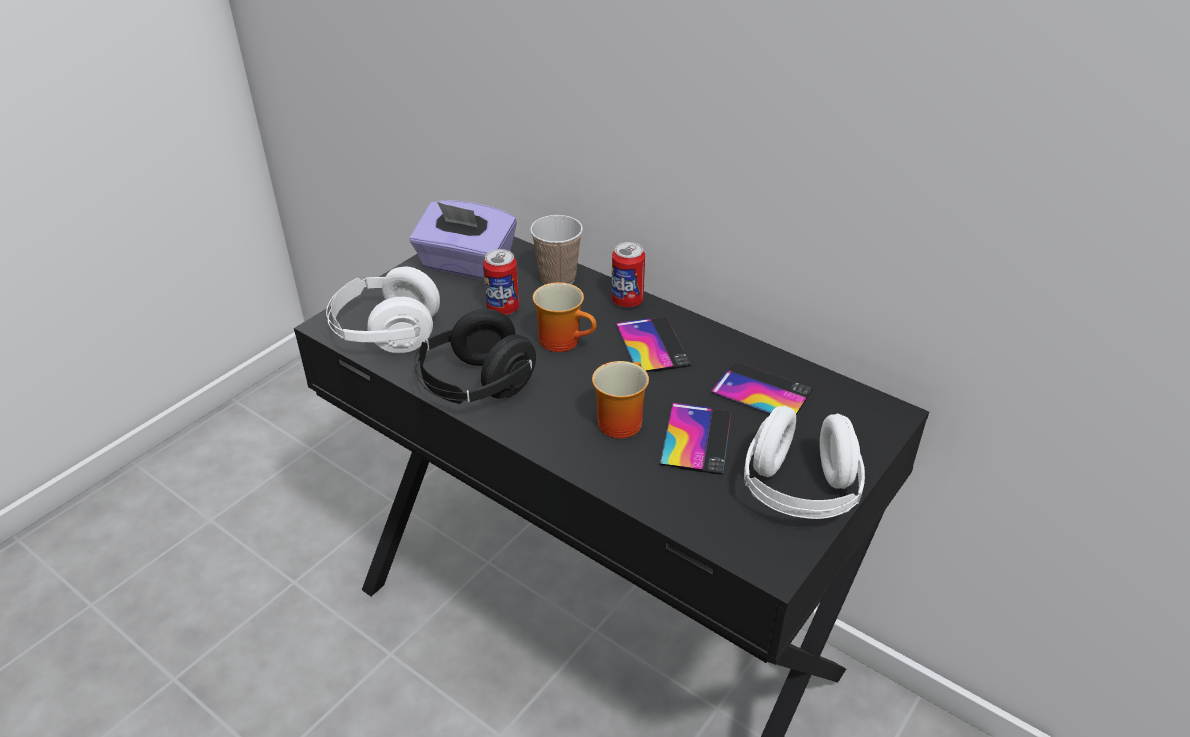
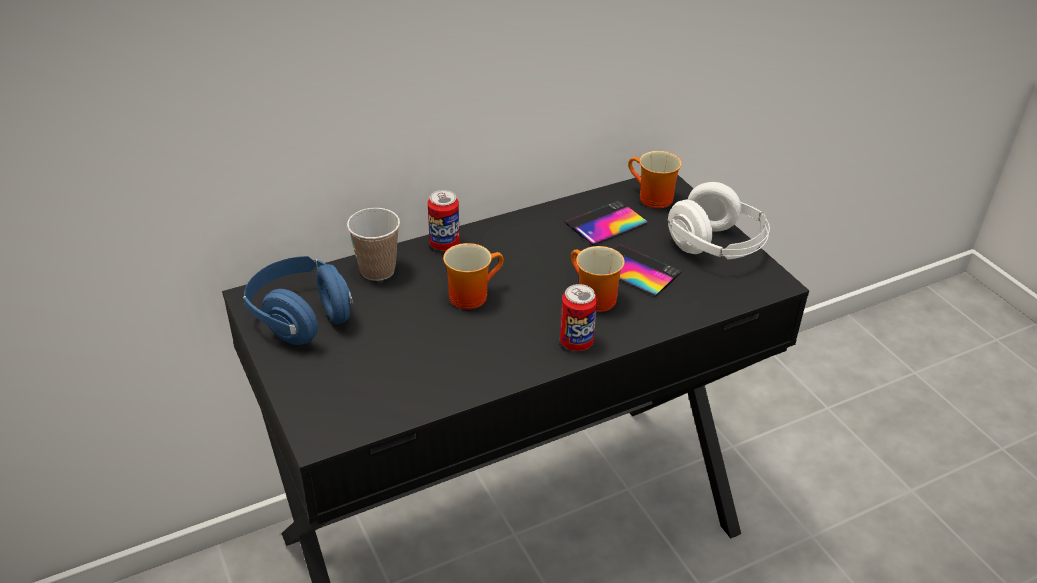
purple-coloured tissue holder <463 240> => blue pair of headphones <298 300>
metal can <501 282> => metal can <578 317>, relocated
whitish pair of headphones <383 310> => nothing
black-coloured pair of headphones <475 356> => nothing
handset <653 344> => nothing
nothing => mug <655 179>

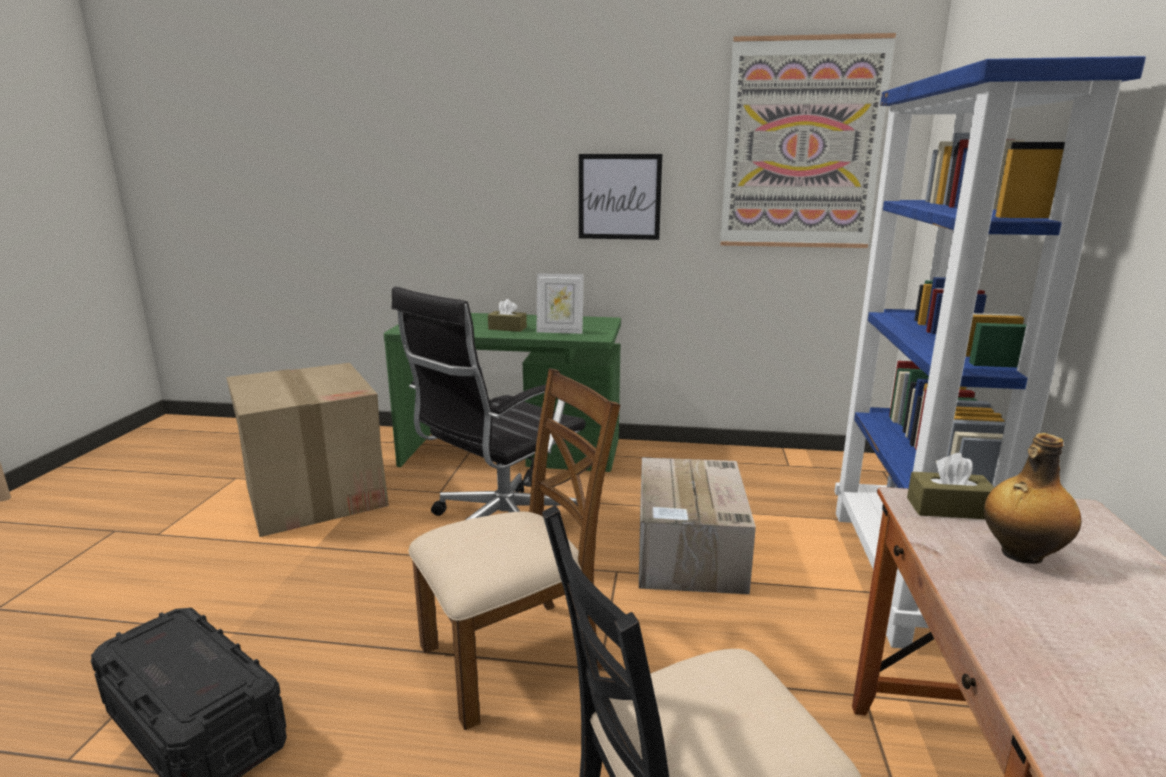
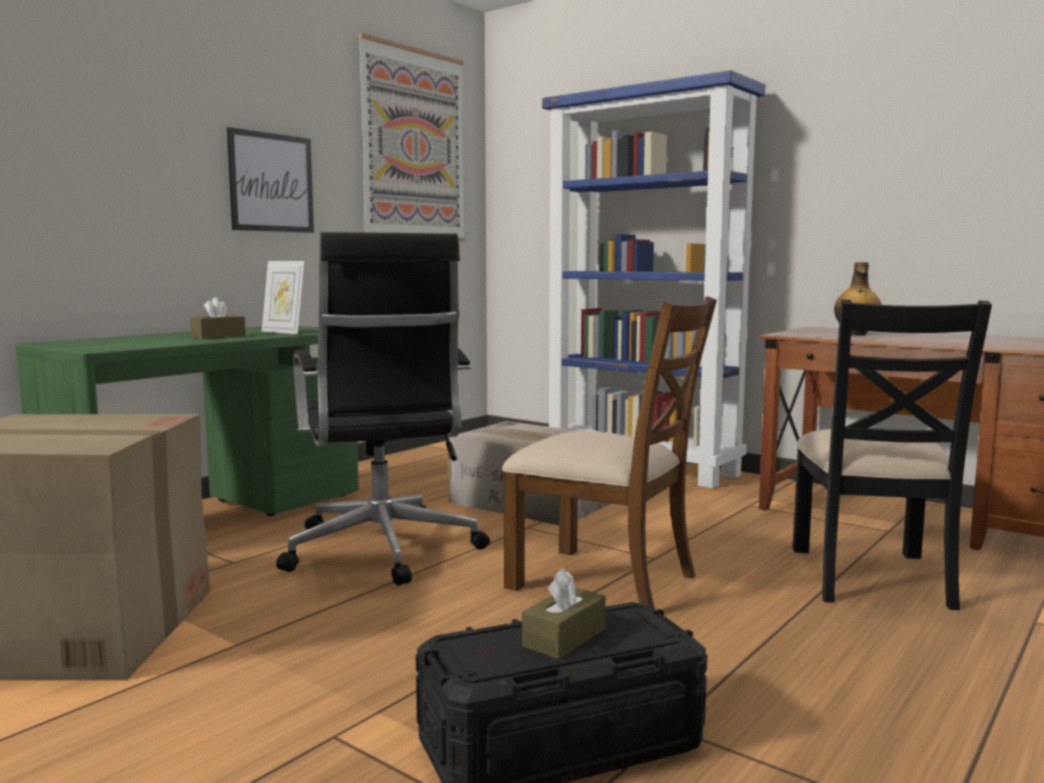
standing frame <560 303> => standing frame <283 297>, 90 degrees clockwise
brown upright chair <514 549> => brown upright chair <609 453>, 120 degrees clockwise
brown tissue holder <951 486> => brown tissue holder <564 613>, relocated

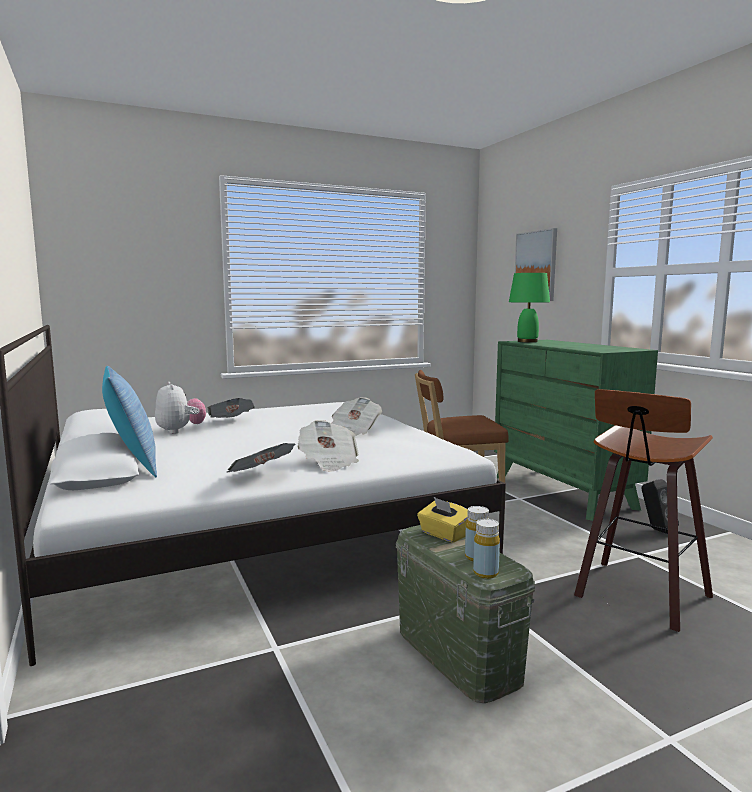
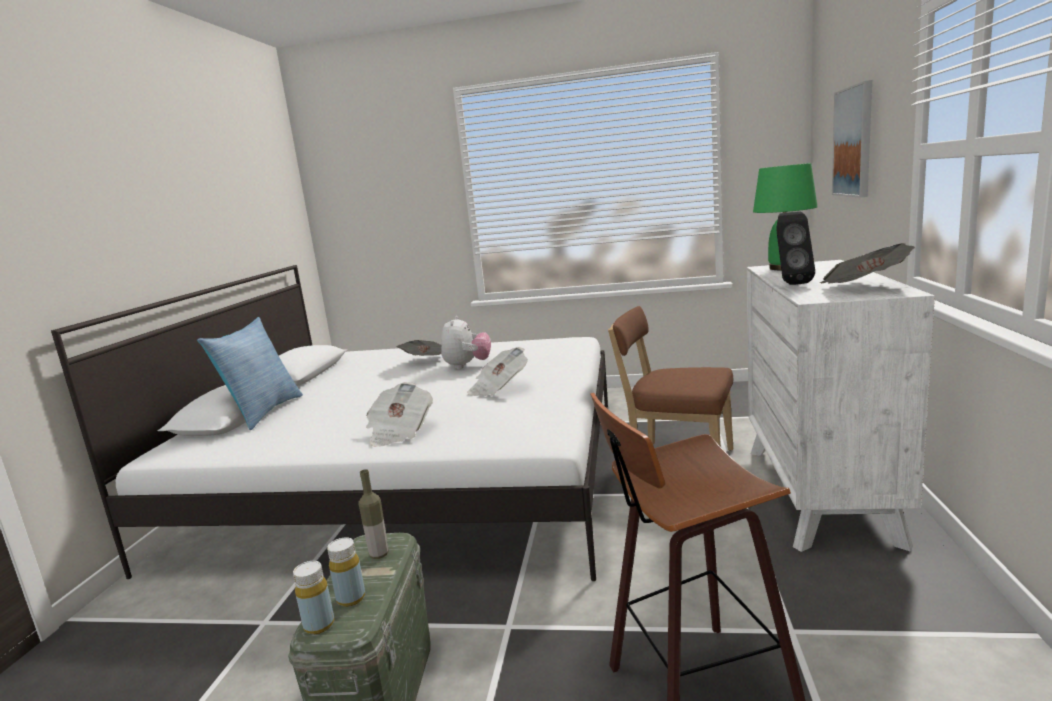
green dresser <576 430> => whitish dresser <841 406>
plush toy <180 408> => plush toy <466 342>, relocated
daily paper <261 457> => daily paper <867 263>, relocated
black-coloured speaker <660 506> => black-coloured speaker <795 248>, relocated
yellow tissue holder <442 520> => drink bottle <373 514>

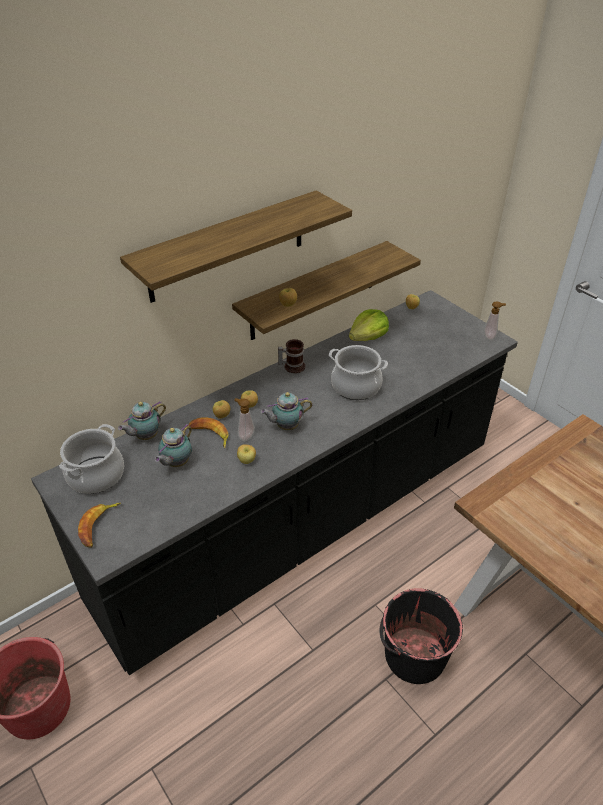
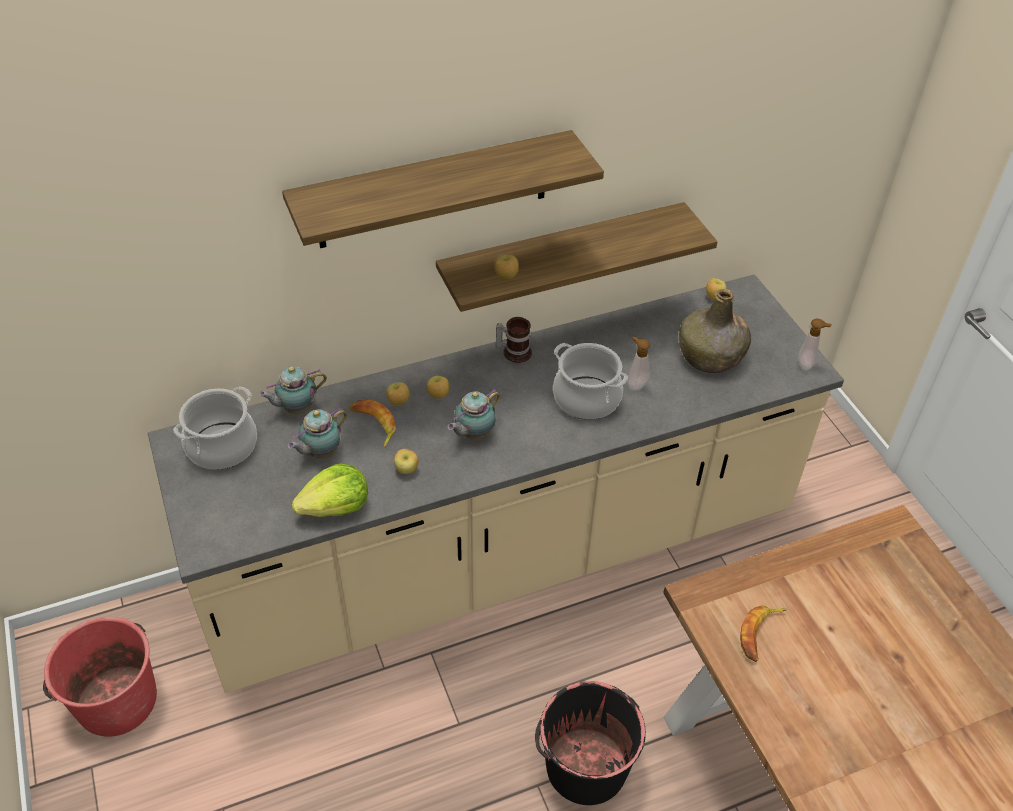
black-coloured counter <274 482> => sand-coloured counter <496 483>
lettuce head <369 325> => lettuce head <330 490>, relocated
tea pot <286 411> => tea pot <474 414>, 45 degrees counterclockwise
liquid soap bottle <244 419> => liquid soap bottle <638 363>, relocated
banana <99 525> => banana <764 633>, relocated
nothing => green drink bottle <715 331>

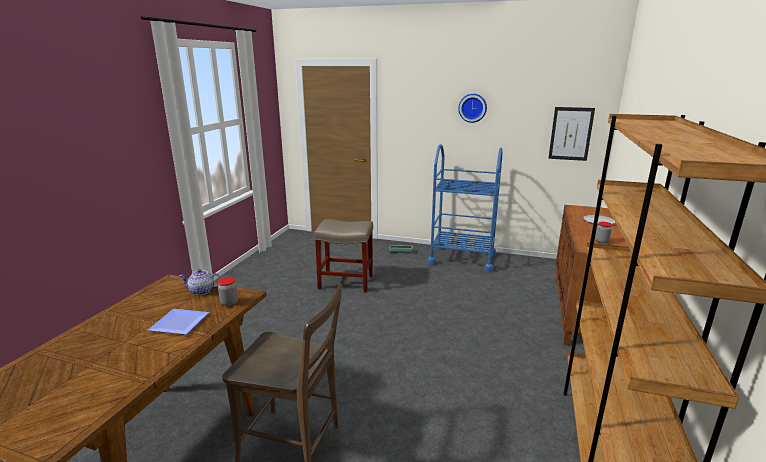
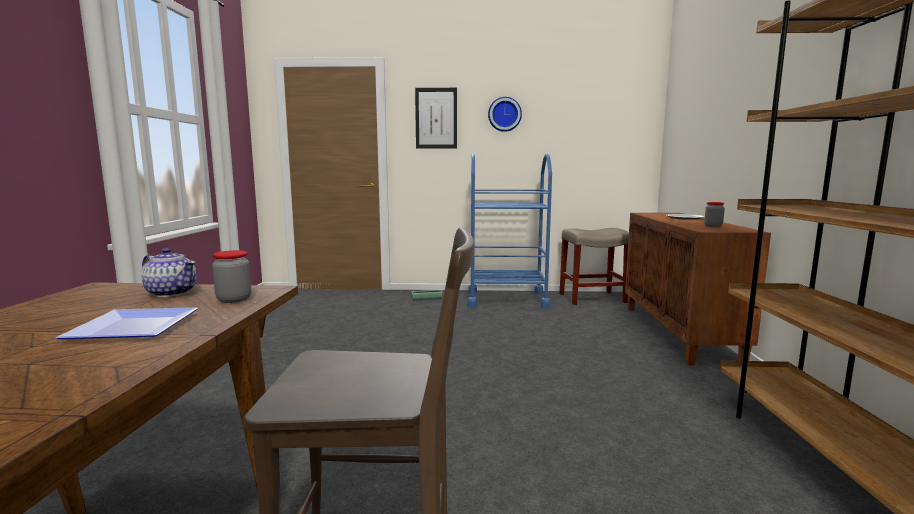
wall art <571 134> => wall art <436 118>, relocated
sand-coloured sitting stool <343 256> => sand-coloured sitting stool <594 266>, relocated
tea pot <200 282> => tea pot <169 272>, 135 degrees counterclockwise

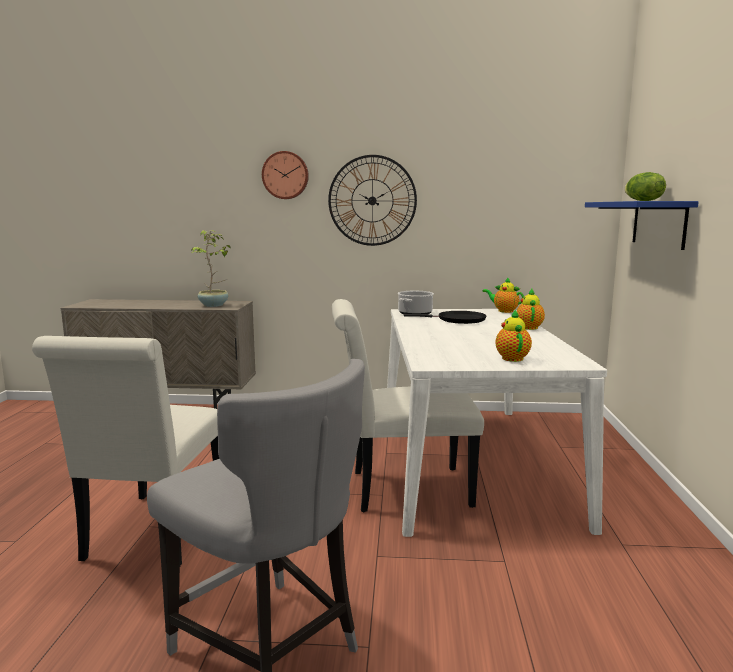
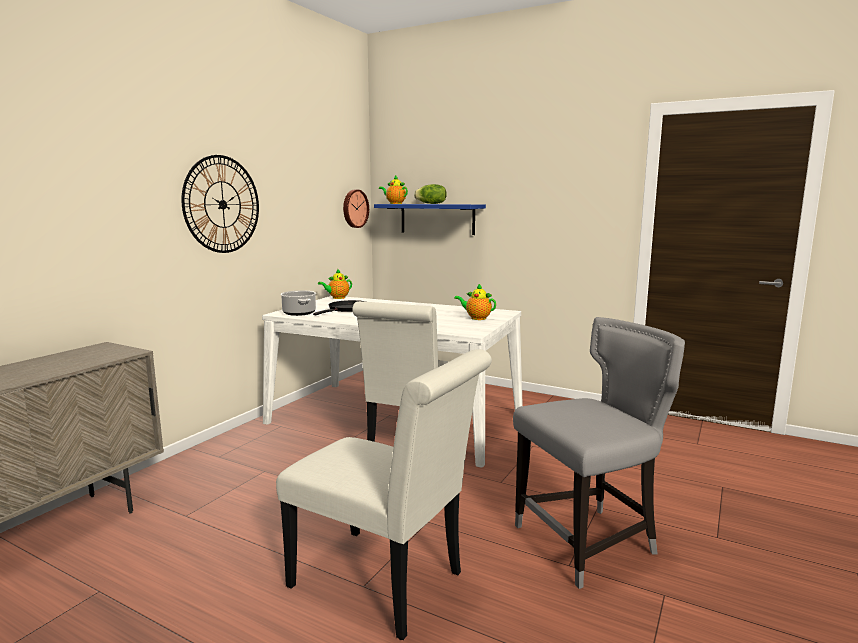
hanging clock <285 175> => hanging clock <356 209>, relocated
potted plant <211 268> => nothing
tea pot <530 309> => tea pot <393 189>, relocated

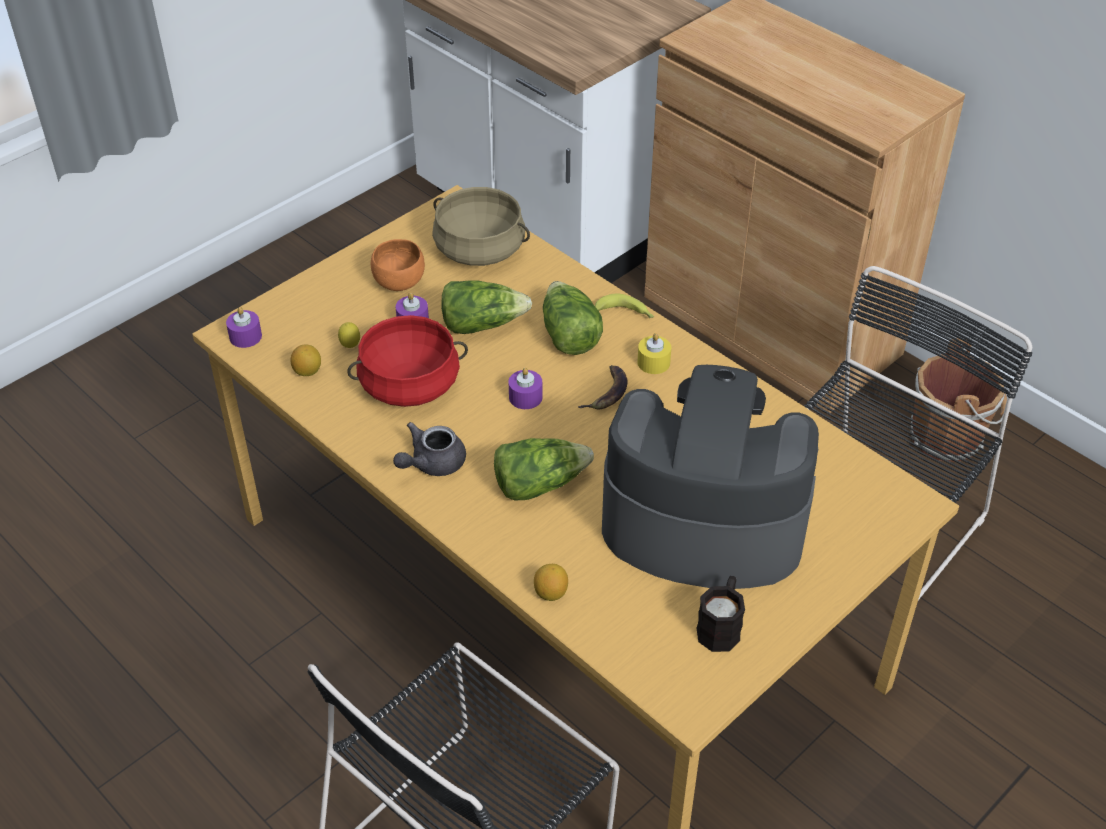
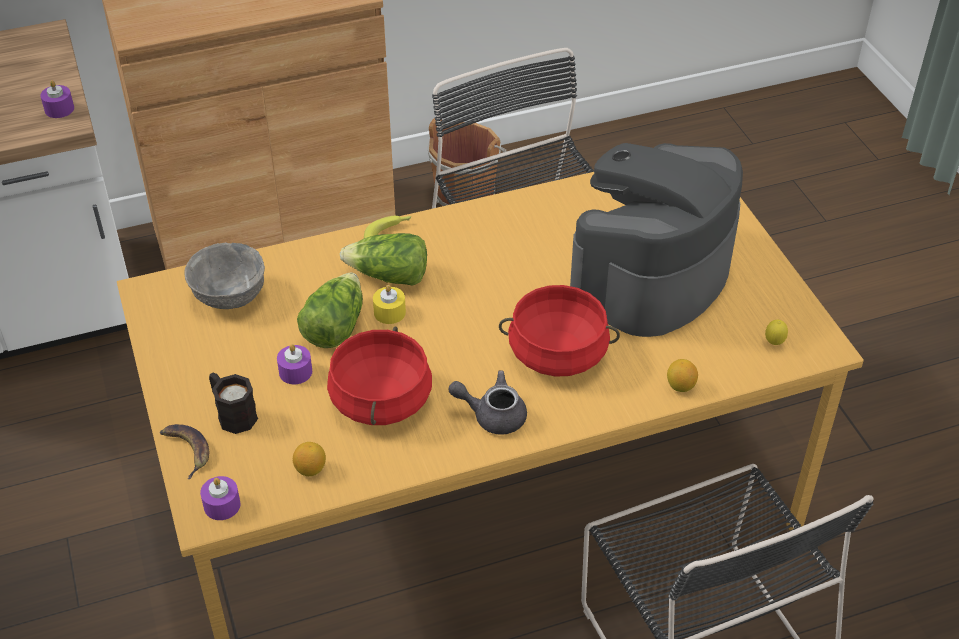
sand-coloured saucepot <481 226> => gray serving bowl <224 275>
orangey serving bowl <398 265> => nothing
whole lemon <349 335> => whole lemon <776 332>, relocated
yellow wax candle <654 353> => yellow wax candle <389 304>, relocated
banana <603 387> => banana <184 451>, relocated
purple-coloured wax candle <526 388> => purple-coloured wax candle <57 99>, relocated
gray tea pot <429 449> => gray tea pot <488 402>, 120 degrees clockwise
lettuce head <544 469> => red-coloured saucepot <559 331>
black-coloured mug <721 614> => black-coloured mug <233 403>, relocated

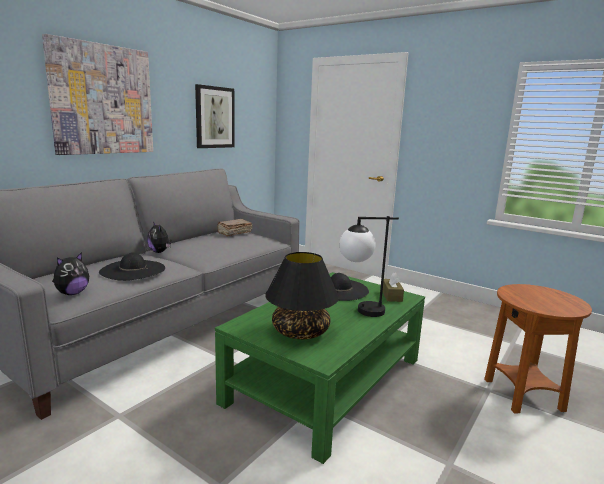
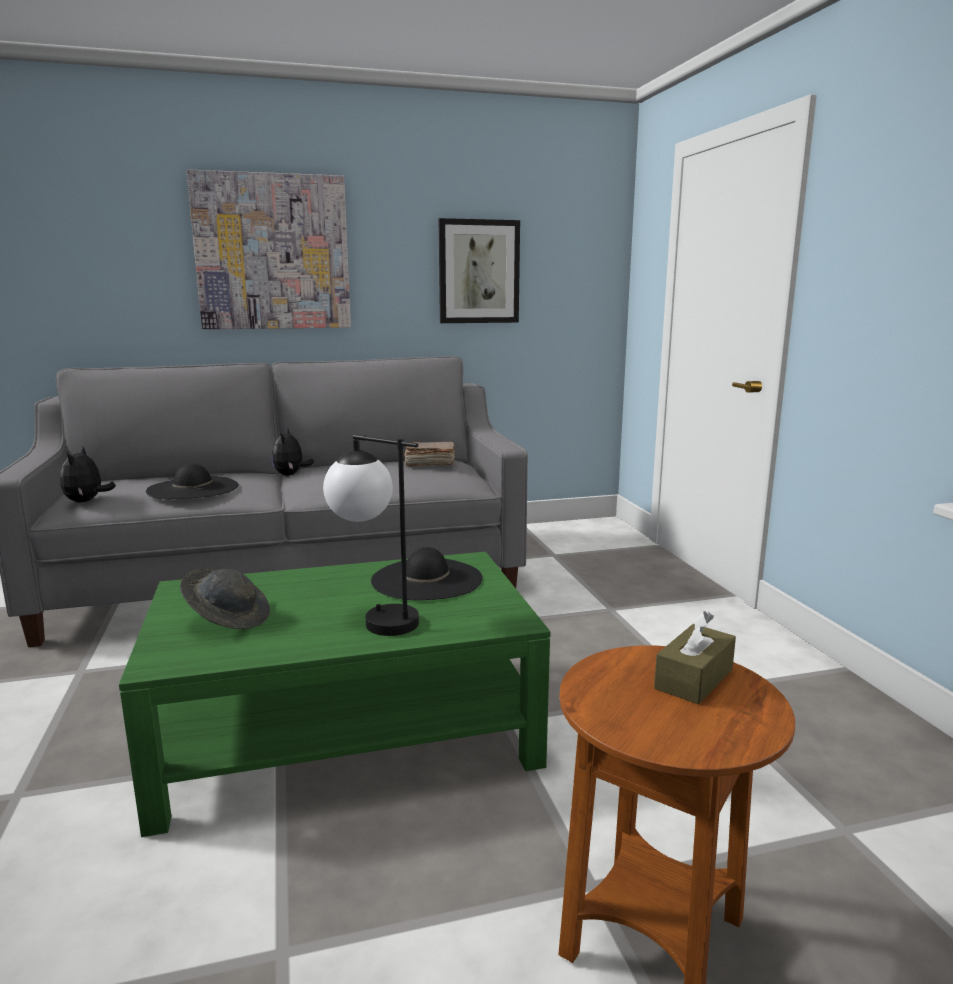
plush toy <70 273> => plush toy <88 474>, 105 degrees clockwise
black-coloured table lamp <302 295> => gray hat <225 599>
brown tissue holder <393 287> => brown tissue holder <695 657>, relocated

